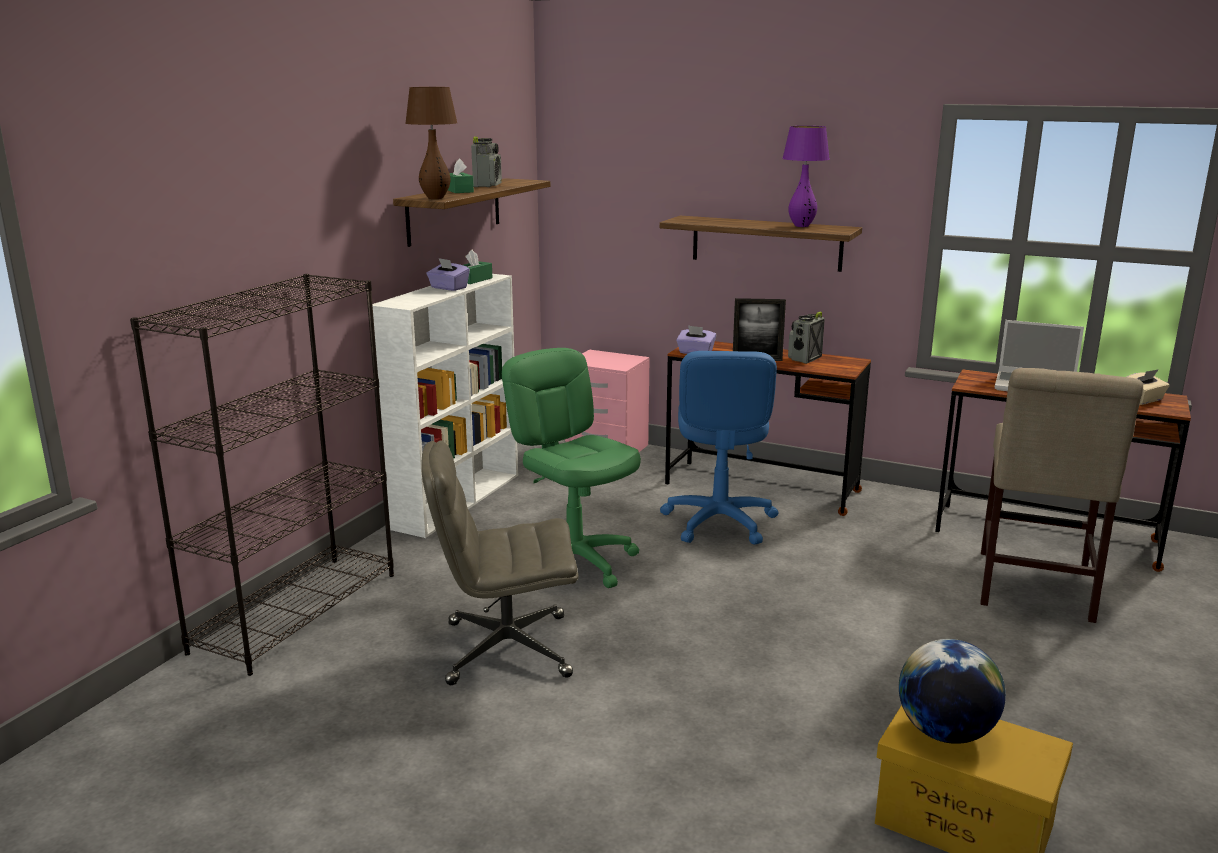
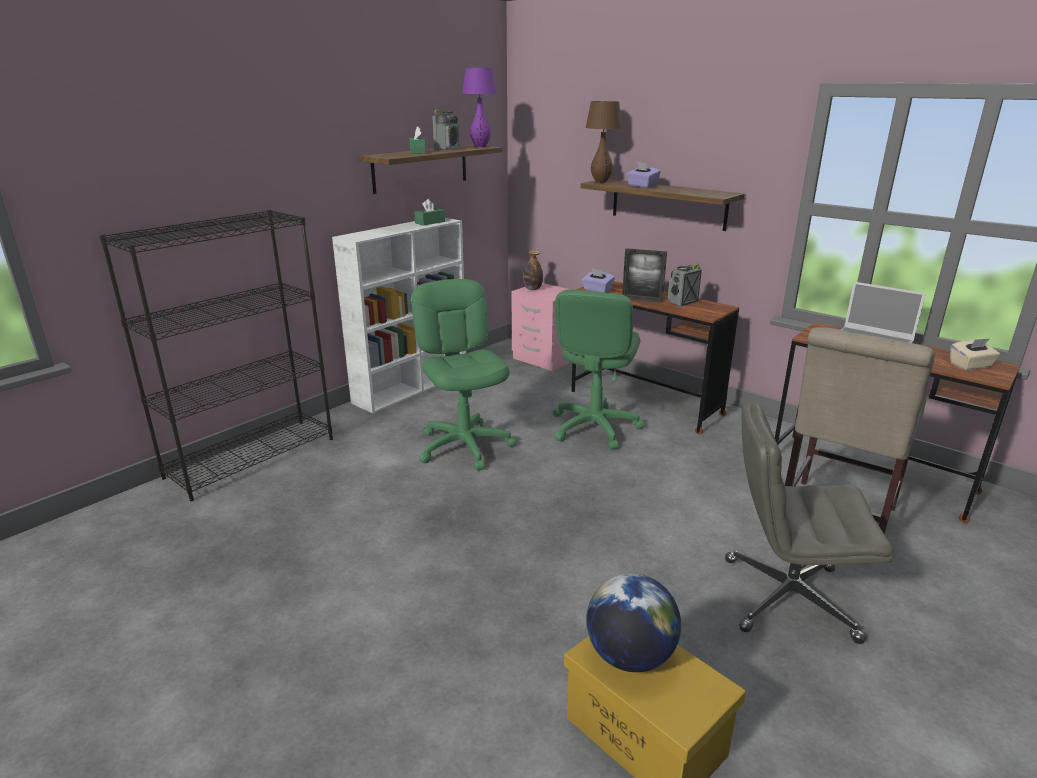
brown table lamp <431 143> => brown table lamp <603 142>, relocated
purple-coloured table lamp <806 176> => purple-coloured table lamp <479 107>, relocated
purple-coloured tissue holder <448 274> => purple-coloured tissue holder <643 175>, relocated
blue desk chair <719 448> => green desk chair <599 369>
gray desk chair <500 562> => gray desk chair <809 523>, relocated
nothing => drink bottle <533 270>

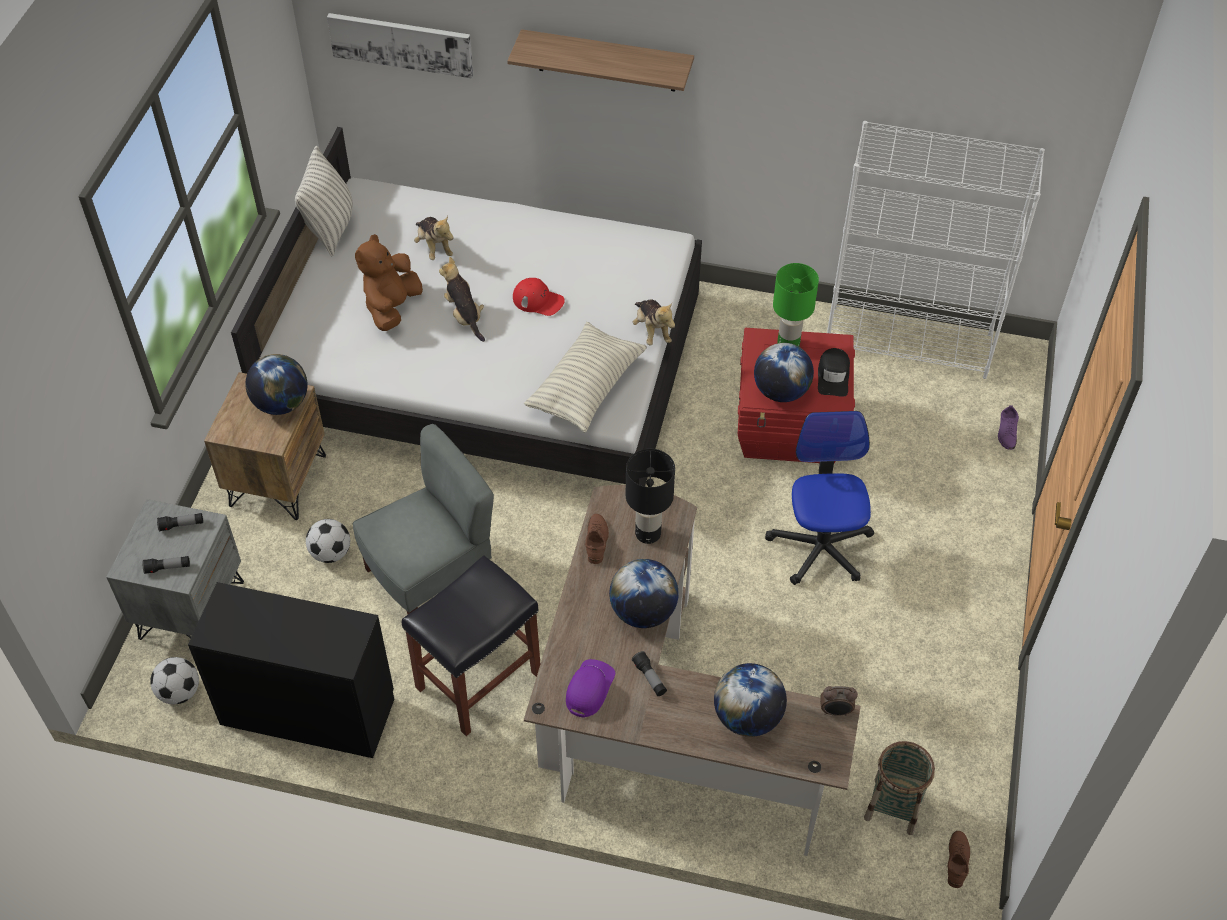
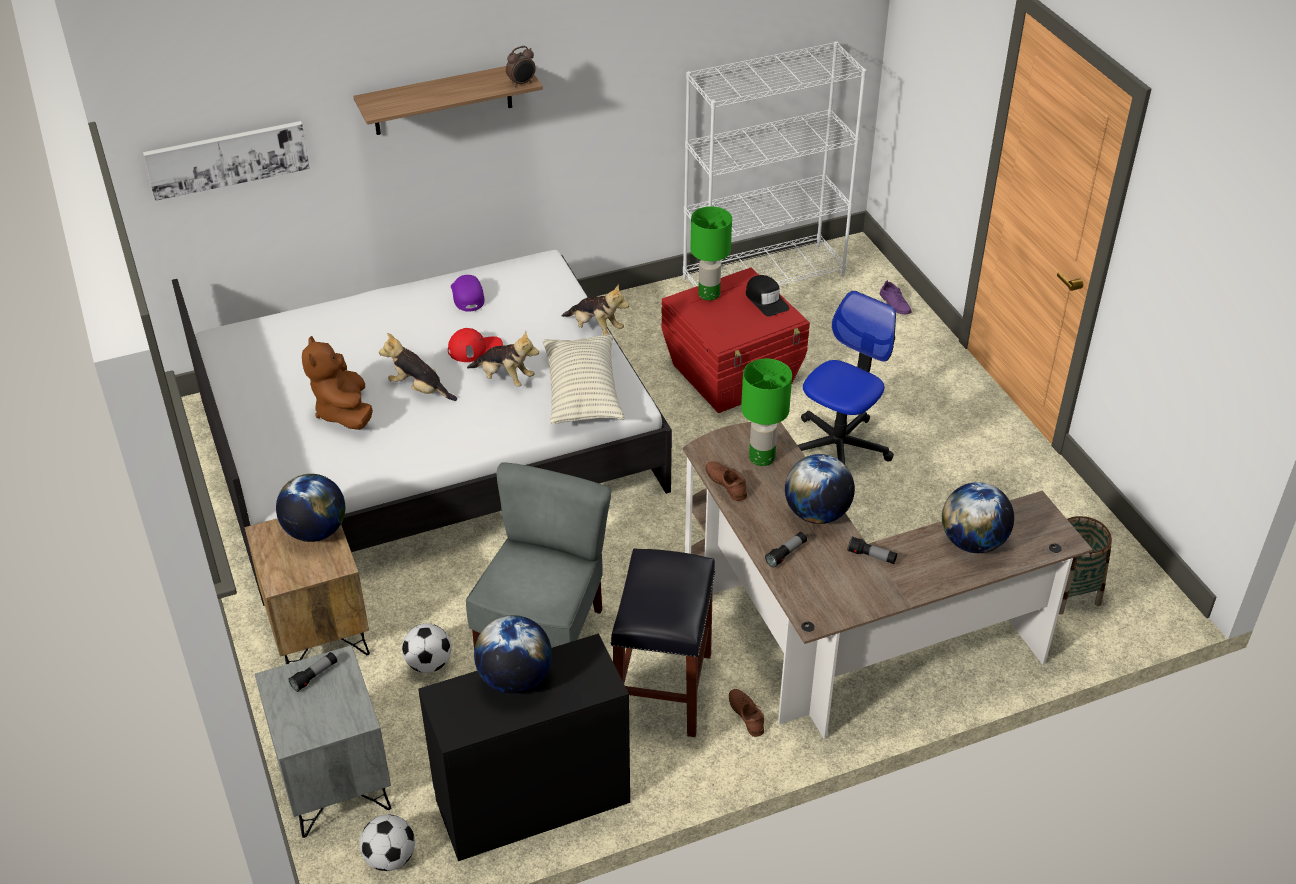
throw pillow <324 201> => nothing
plush toy <433 238> => plush toy <503 359>, relocated
desk globe <784 372> => desk globe <513 654>, relocated
desk chair <819 498> => desk chair <847 377>, 75 degrees clockwise
black-coloured table lamp <650 496> => green table lamp <766 412>
flashlight <166 565> => flashlight <786 550>, relocated
purple-coloured peaked cap <590 688> => purple-coloured peaked cap <467 293>, relocated
bedside clock <839 701> => bedside clock <521 66>, relocated
brown item of footwear <959 859> => brown item of footwear <746 713>, relocated

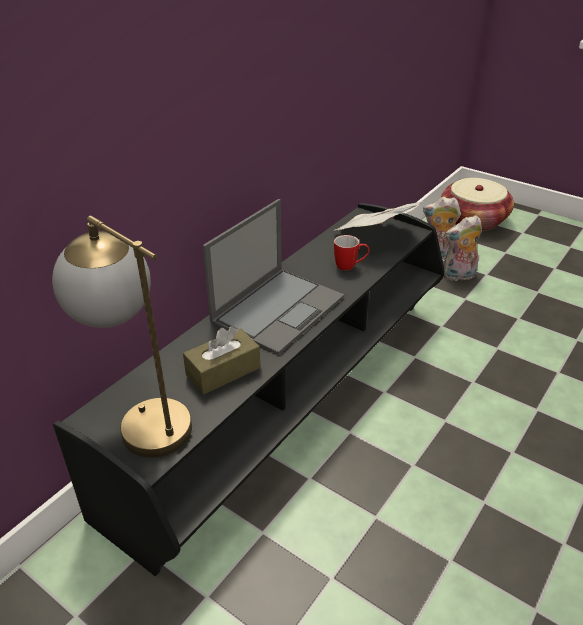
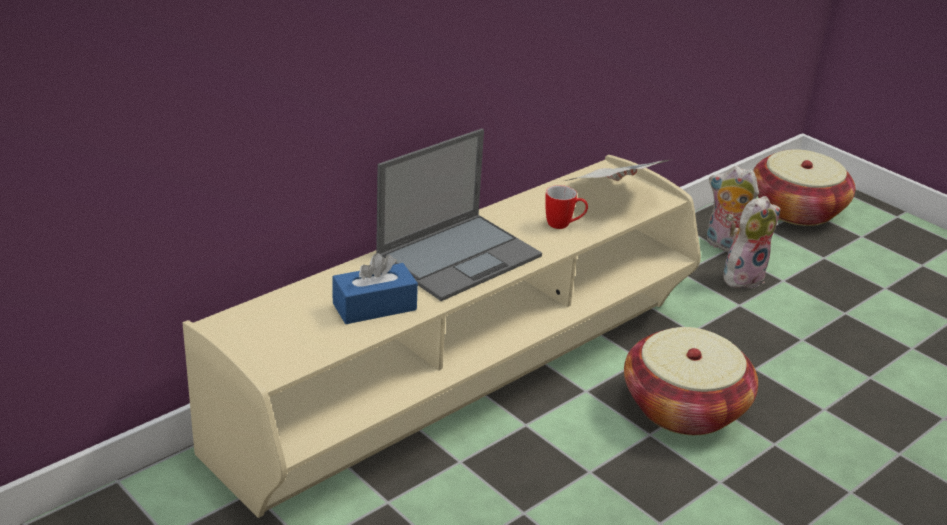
black-coloured tv unit <248 389> => sand-coloured tv unit <442 336>
plush toy <463 248> => plush toy <751 243>, 150 degrees clockwise
table lamp <122 337> => nothing
brown tissue holder <221 360> => blue tissue holder <375 288>
nothing => storage basket <691 381>

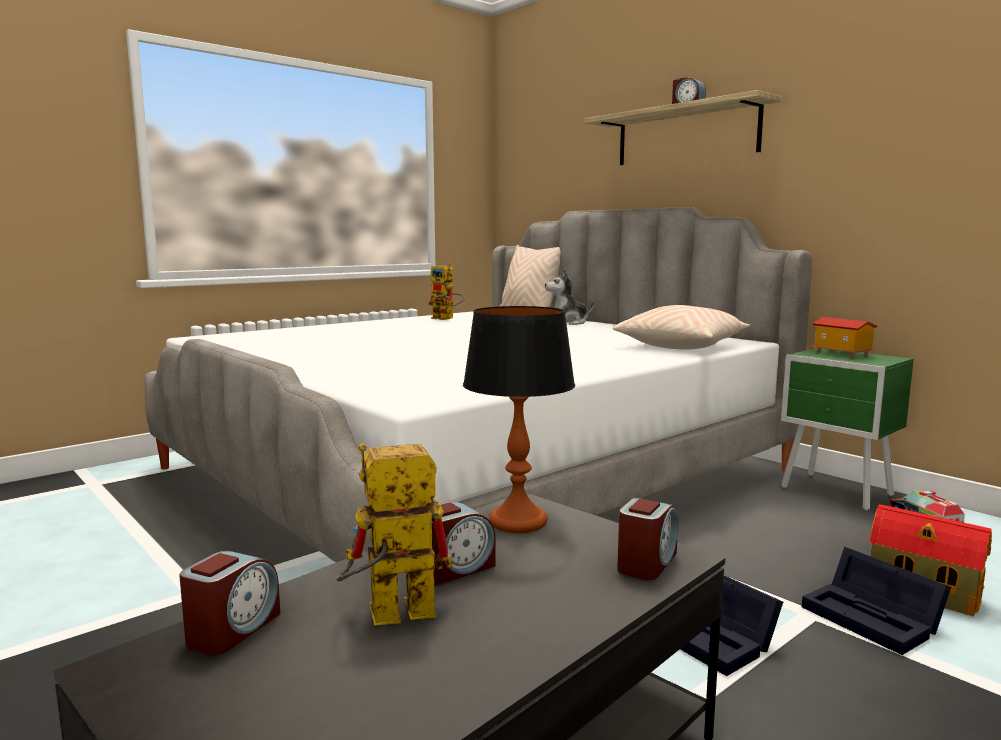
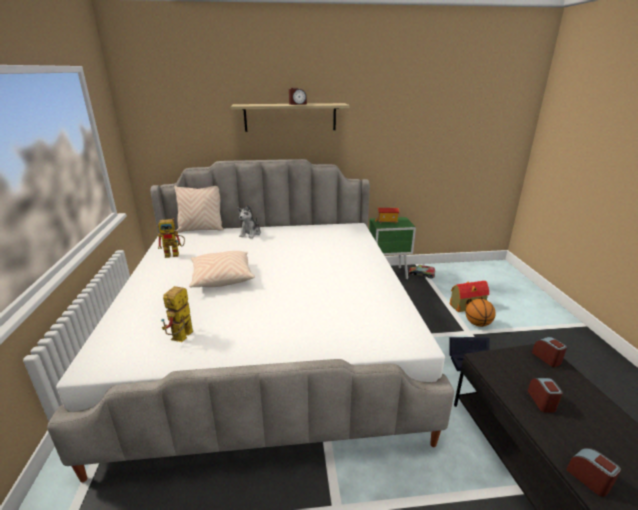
sand-coloured throw pillow <681 327> => sand-coloured throw pillow <222 269>, relocated
table lamp <519 419> => nothing
toy robot <394 534> => toy robot <177 314>, relocated
black-coloured storage container <876 601> => basketball ball <481 313>

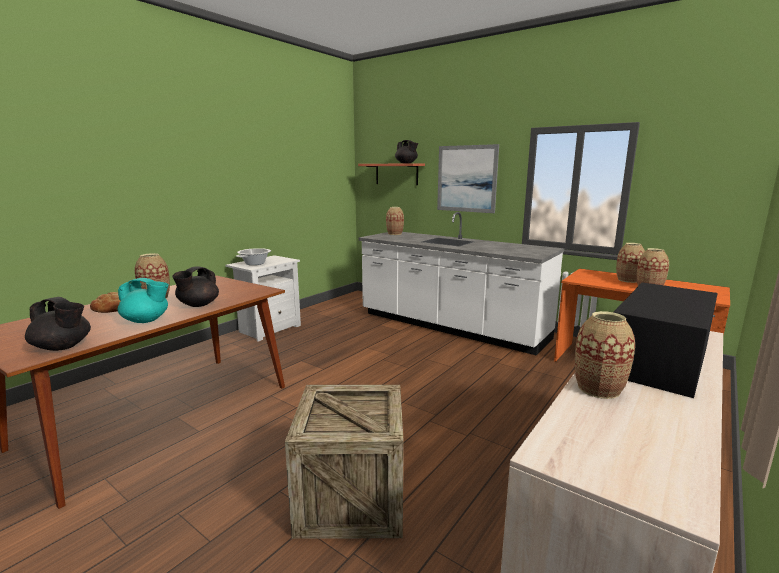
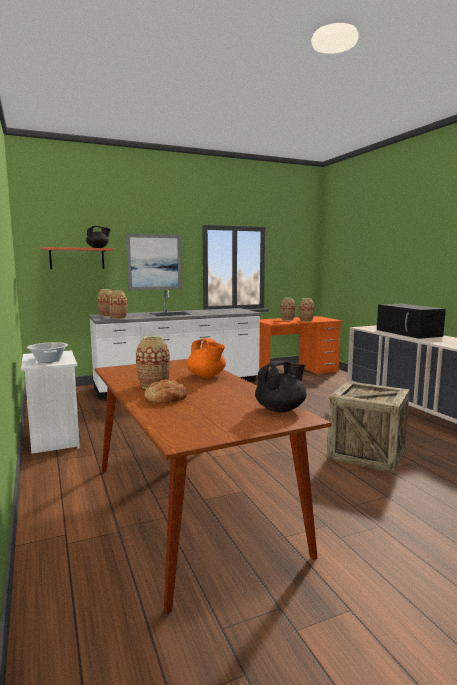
black-coloured tea pot <195 286> => orangey tea pot <206 358>
turquoise tea pot <143 300> => nothing
flower vase <605 355> => flower vase <117 305>, relocated

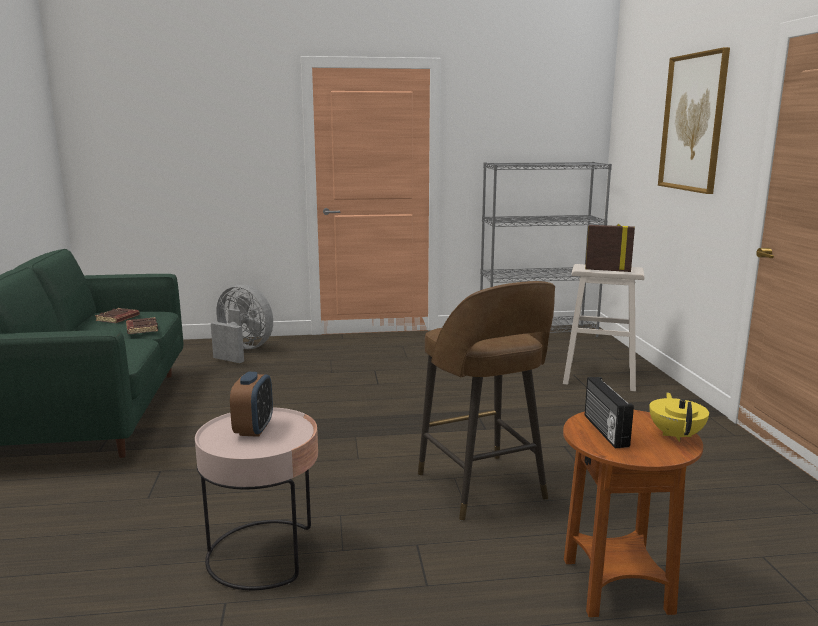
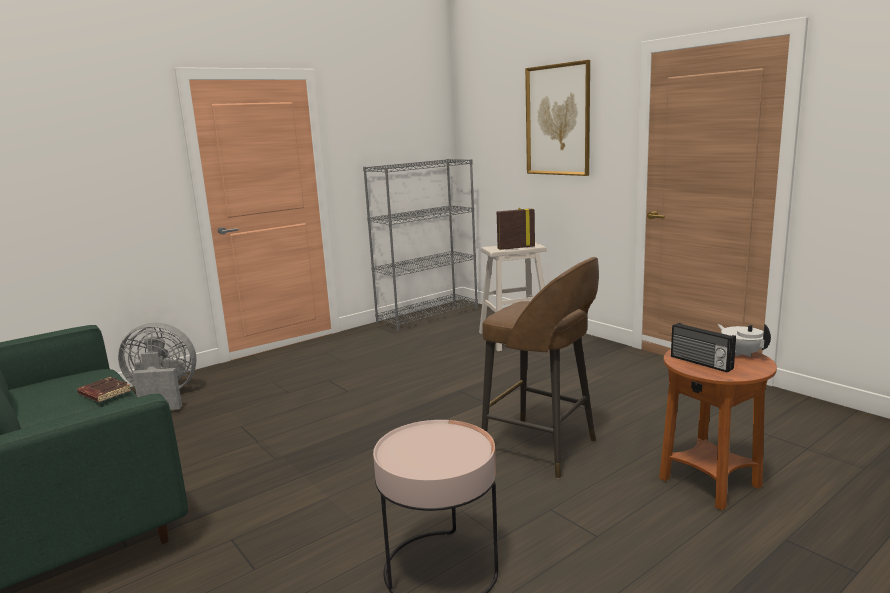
brown volume <117 315> => nothing
bedside clock <251 404> => nothing
yellow tea pot <679 417> => whitish tea pot <744 340>

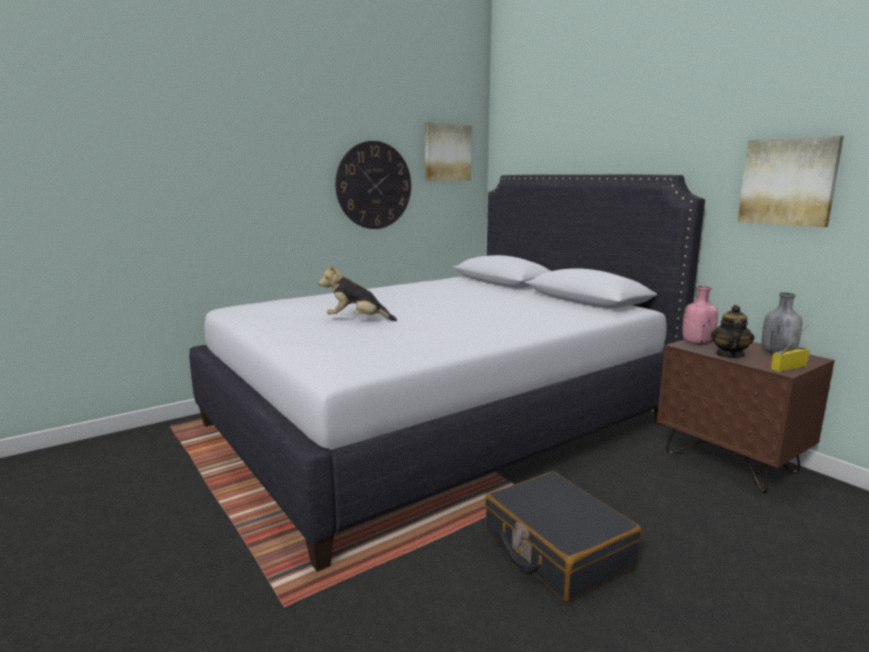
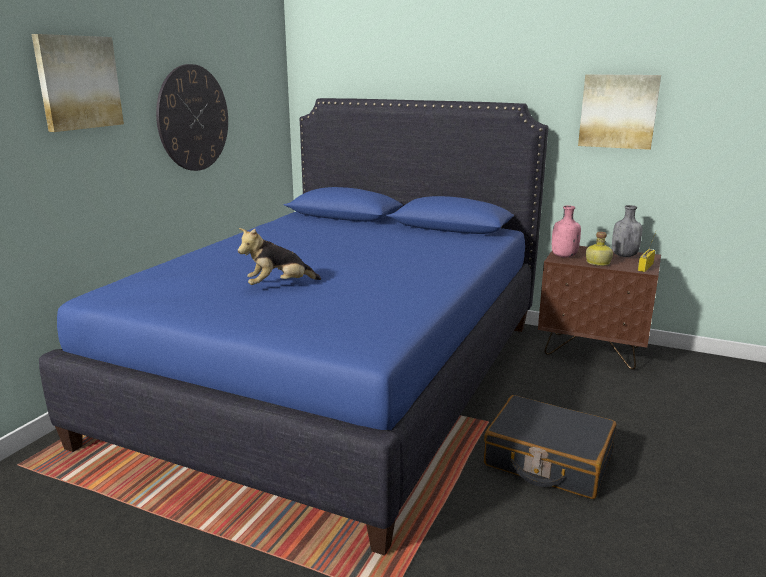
wall art <448 151> => wall art <78 83>, relocated
whitish bedroom bed <447 373> => blue bedroom bed <294 327>
tea pot <732 331> => drink bottle <599 249>

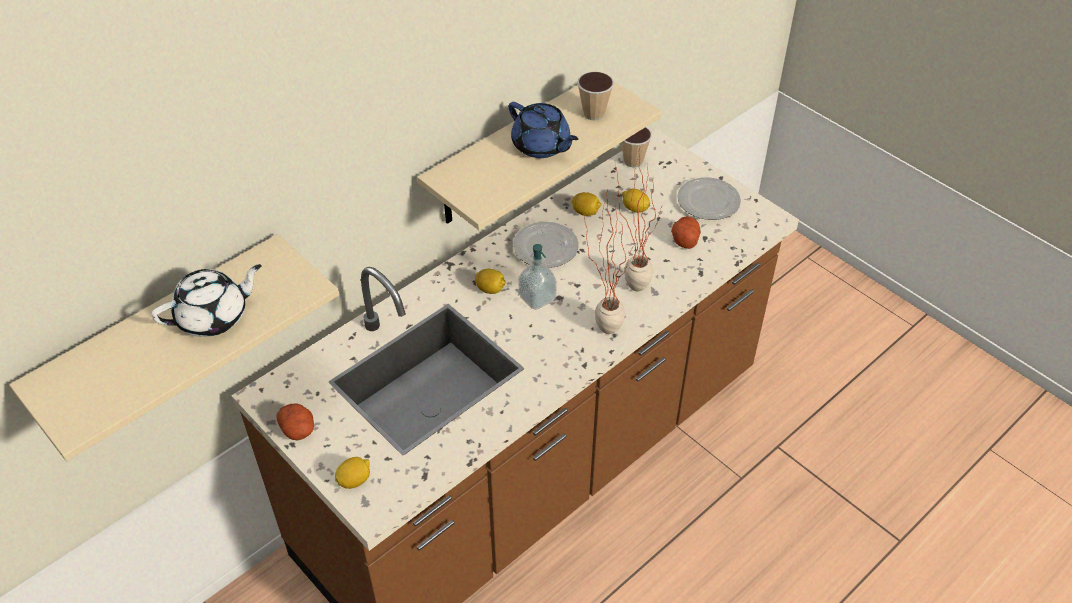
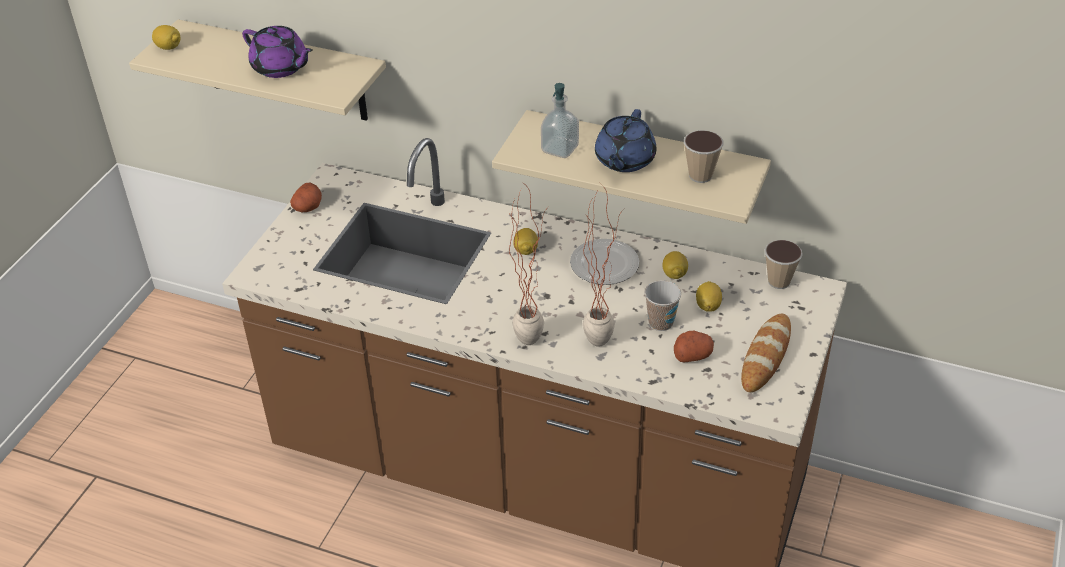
flat dish <709 198> => baked bread <766 353>
liquid soap bottle <537 277> => liquid soap bottle <560 120>, relocated
whitish tea pot <206 300> => purple-coloured tea pot <277 52>
whole lemon <352 473> => whole lemon <166 37>, relocated
nothing => small cup <663 305>

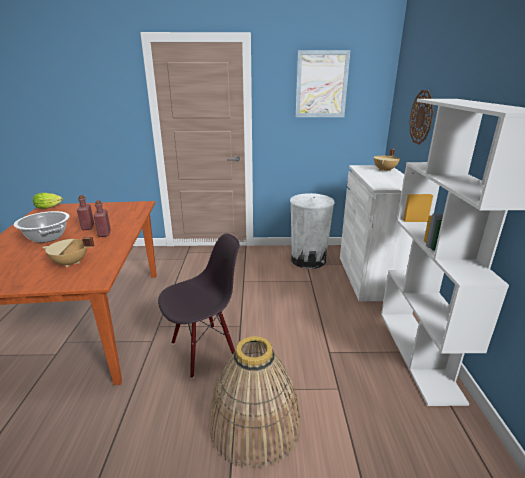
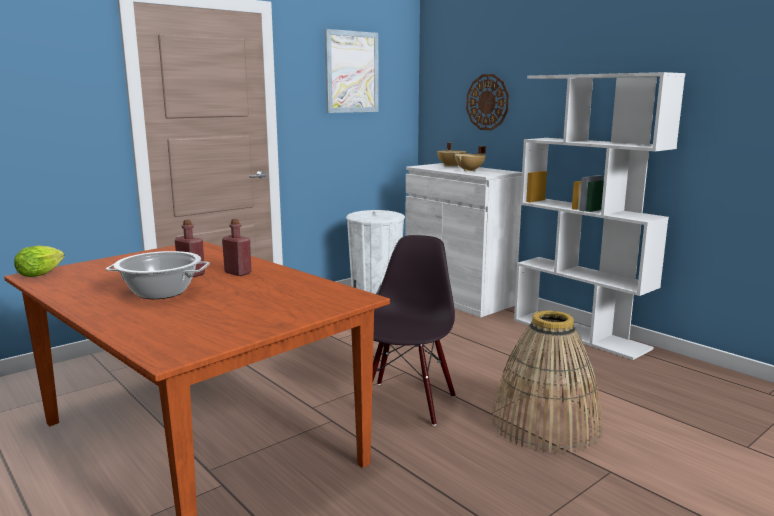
sand-coloured saucepot <68 252> => sand-coloured saucepot <470 158>, relocated

